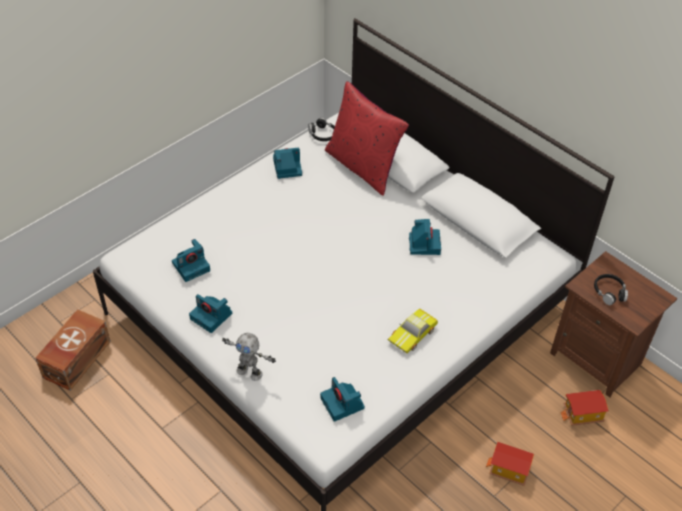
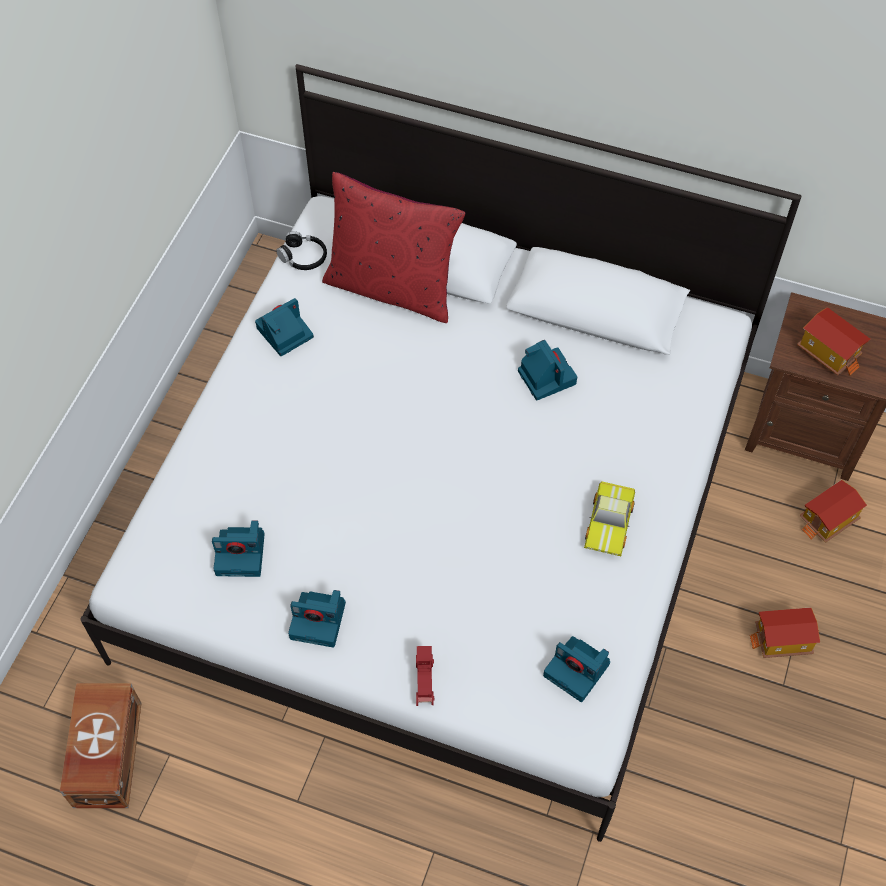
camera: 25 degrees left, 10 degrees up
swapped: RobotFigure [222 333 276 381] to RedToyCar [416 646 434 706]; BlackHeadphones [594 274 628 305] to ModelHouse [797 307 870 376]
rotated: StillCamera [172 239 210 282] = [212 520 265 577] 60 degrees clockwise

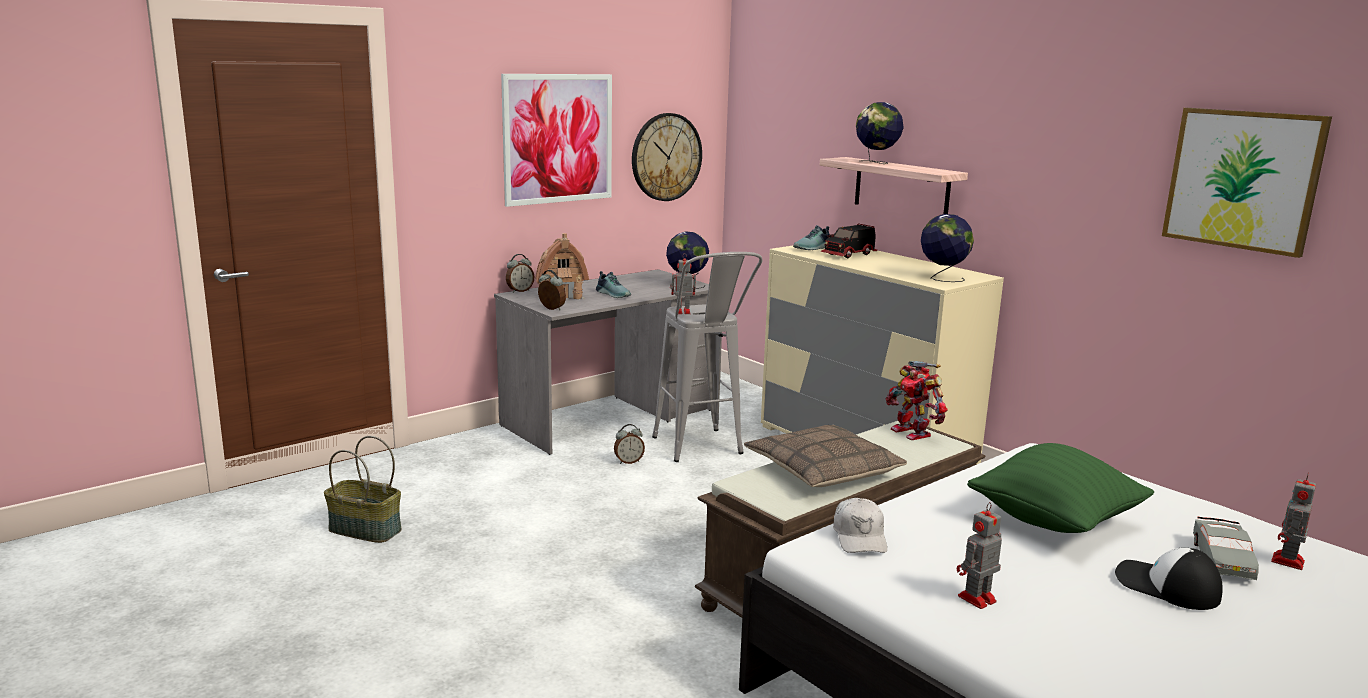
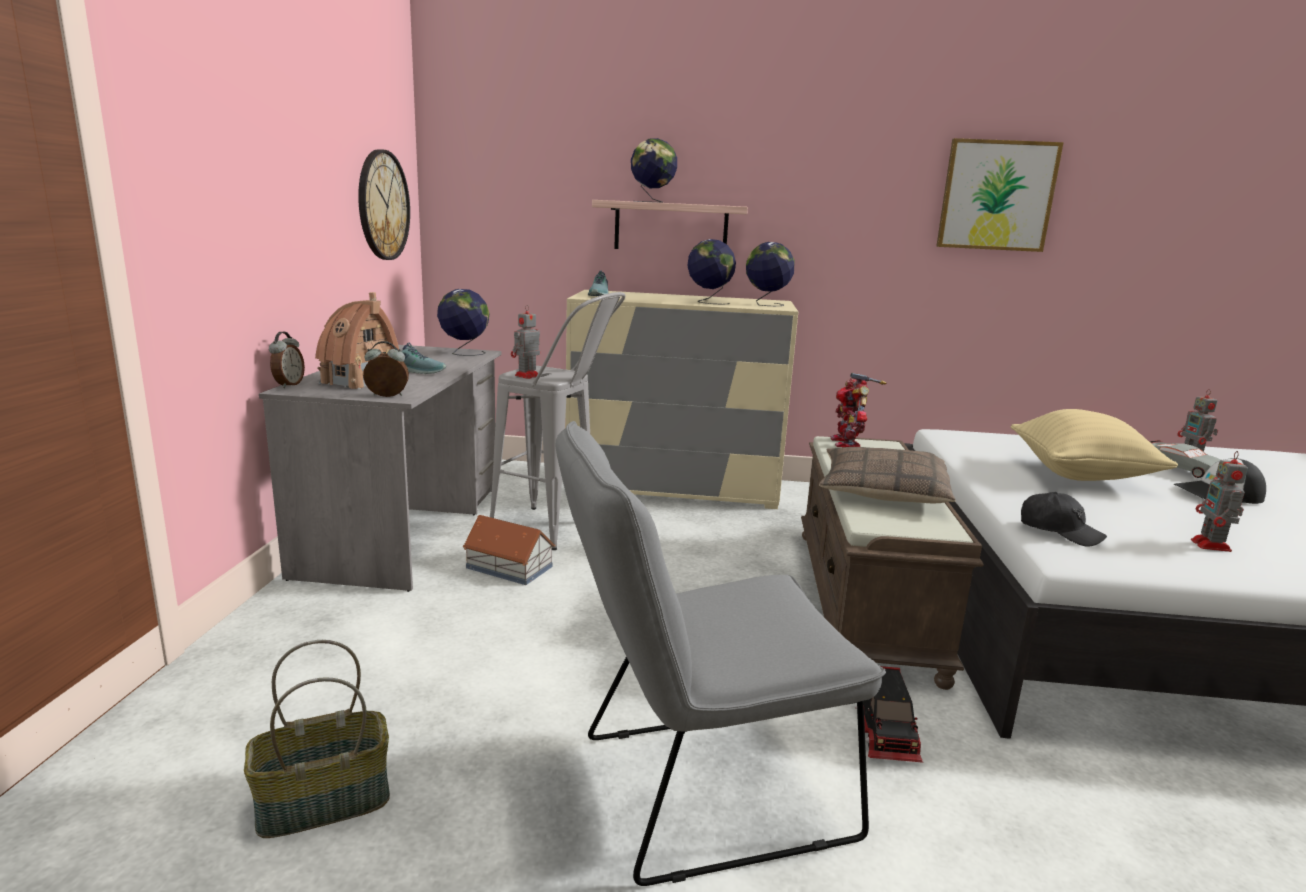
camera: 45 degrees left, 0 degrees up
gone: WallPicture [501 74 612 207]
new: GrayPlainChair [555 421 886 886]; Globe [687 239 736 305]
shifted: ToyTruck [820 224 877 258] to [855 666 923 763]
swapped: BedsideClock [614 424 645 464] to ModelHouse [463 515 556 585]
repainted: WhitePeakedCap [833 498 887 553] to BlackPeakedCap [1021 492 1107 547]; GreenThrowPillow [967 443 1154 533] to SandColouredThrowPillow [1011 409 1178 481]
rotated: RobotFigure [885 361 947 440] = [831 373 886 447] 75 degrees clockwise

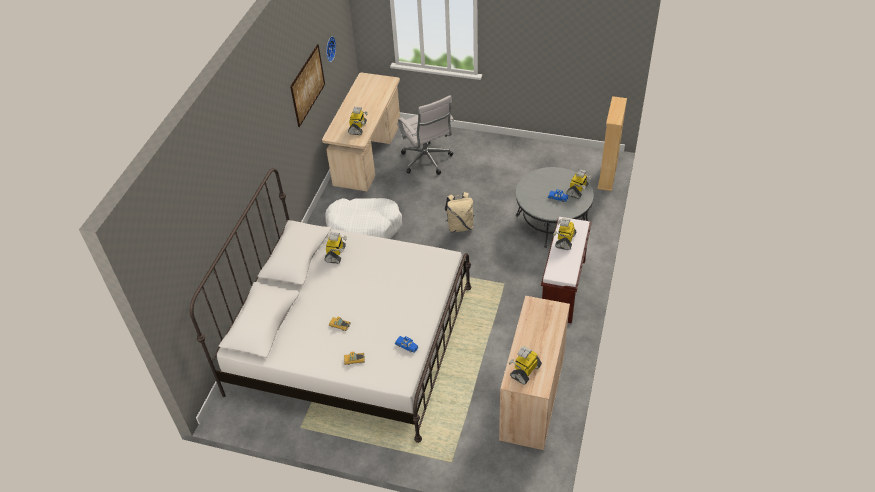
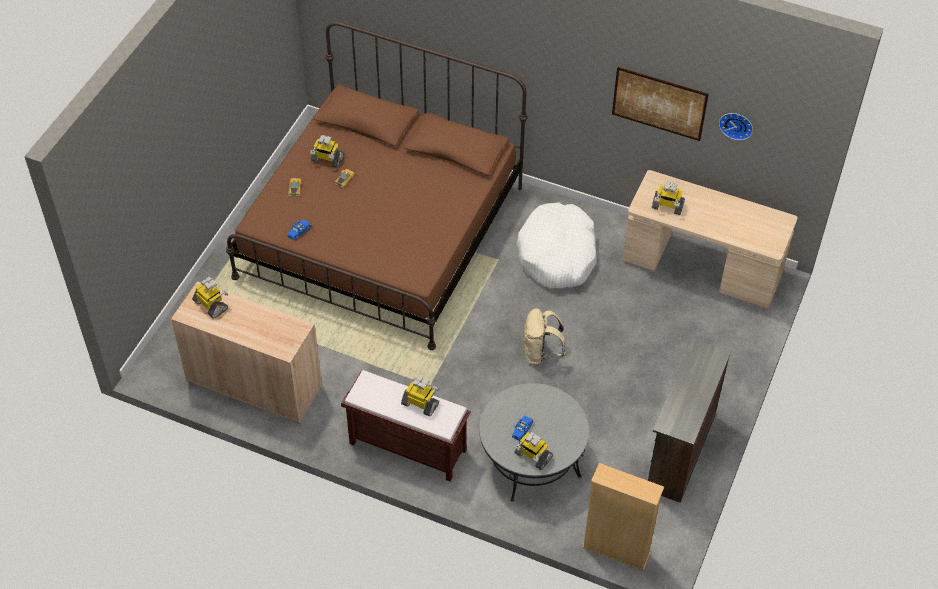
camera: 95 degrees right, 5 degrees up
gone: WhiteComputerChair [397 95 454 175]
new: BrownDresser [648 338 731 503]
shifted: RobotFigure [324 232 347 264] to [310 135 344 168]
repainted: WhiteBed [190 168 471 443] to BrownBed [226 22 528 350]

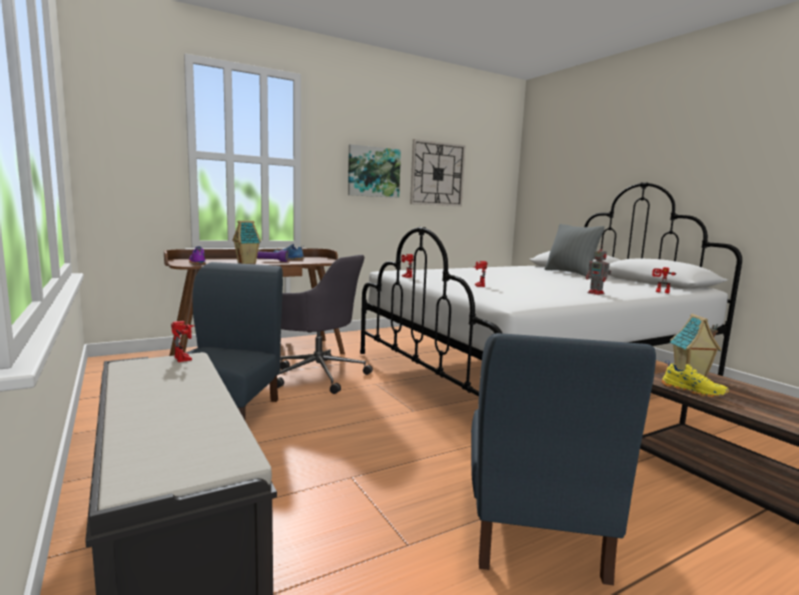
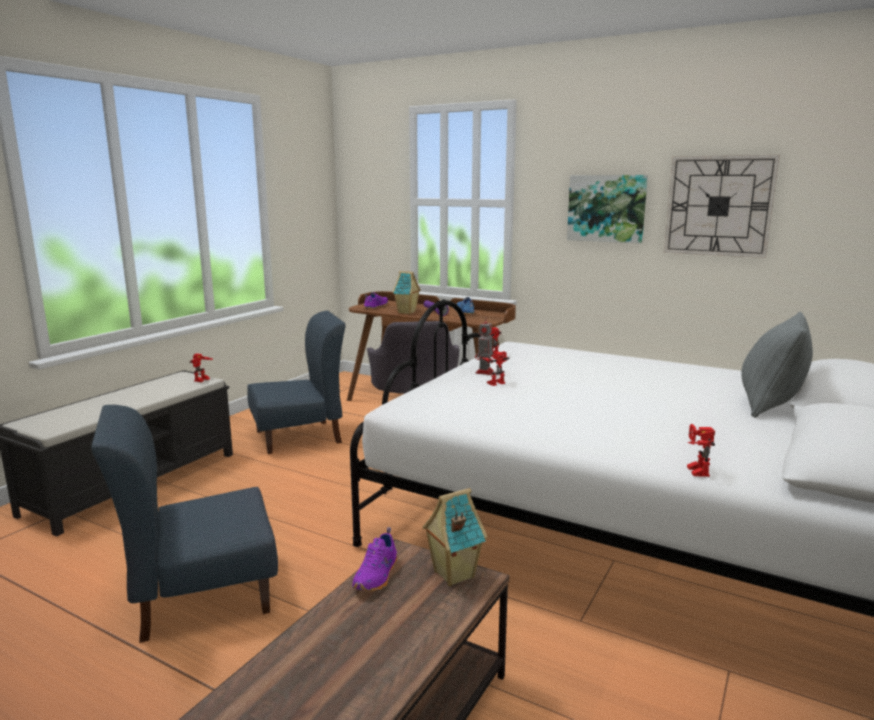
camera: 60 degrees right, 5 degrees up
shifted: RobotFigure [586 245 611 295] to [475 317 494 375]
repainted: YellowItemOfFootwear [661 361 729 398] to PurplishItemOfFootwear [352 527 397 591]

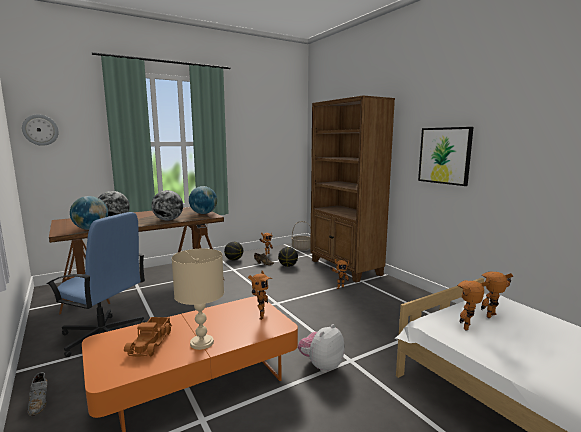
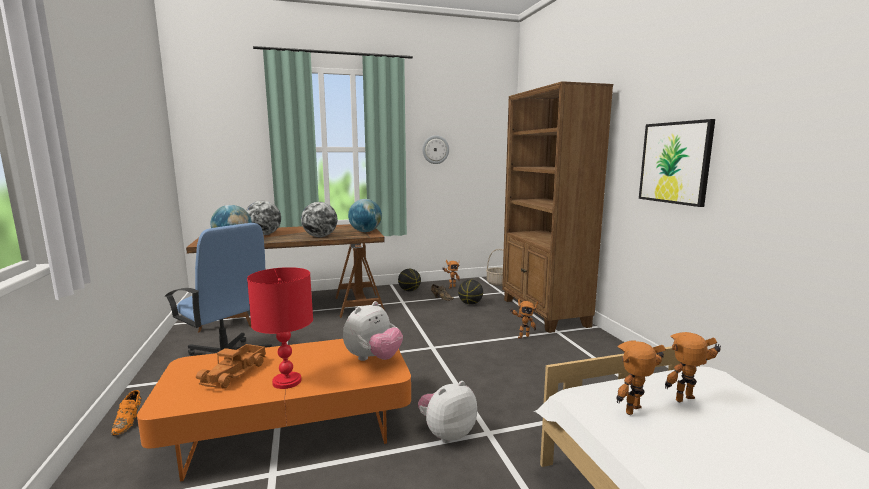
camera: 15 degrees right, 0 degrees up
shifted: ClockOnTheWall [22 114 59 146] to [422 135 449 164]
swapped: RobotFigure [248 270 272 320] to CuddlyToy [343 301 403 361]
repainted: GrayItemOfFootwear [27 372 47 416] to OrangeItemOfFootwear [112 390 142 436]; SandColouredTableLamp [172 249 224 350] to RedTableLamp [247 267 313 389]

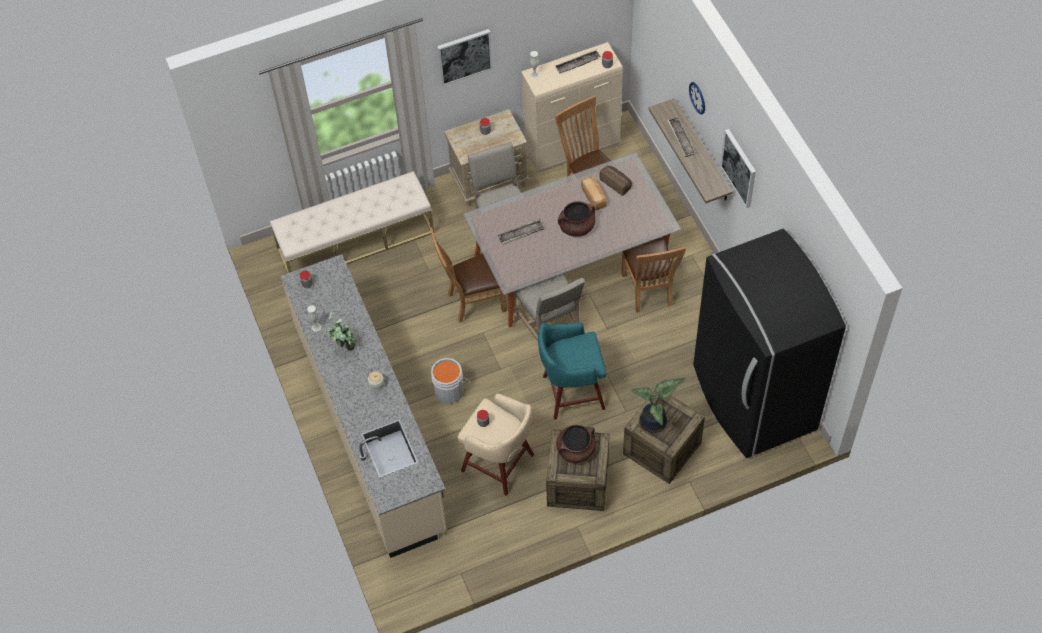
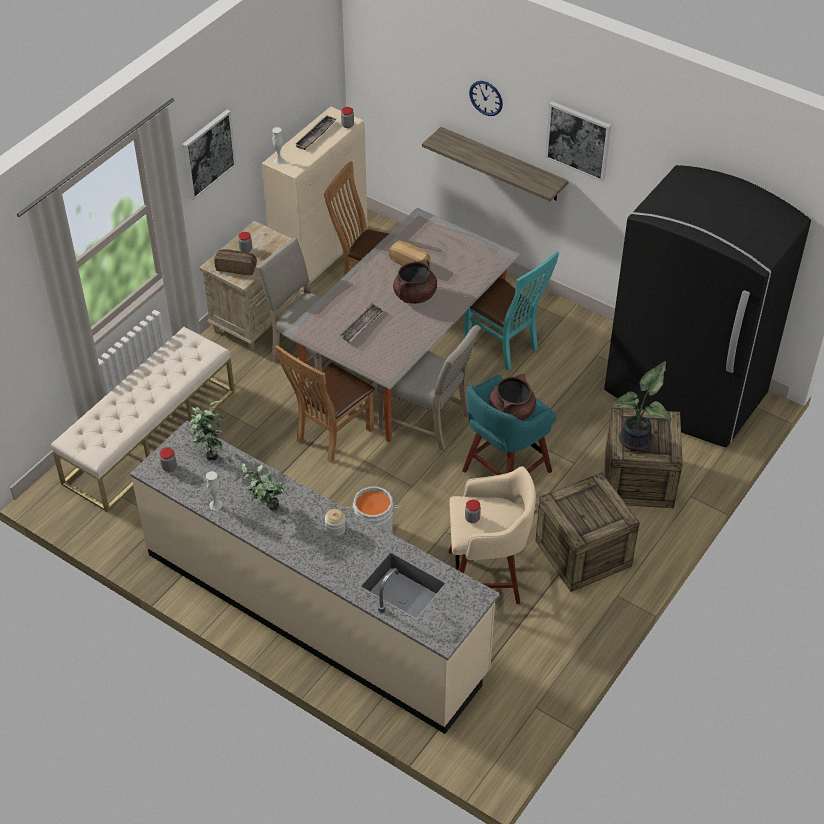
camera: 35 degrees left, 10 degrees down
gone: ServingTray [667 117 696 157]
new: PottedPlant [189 401 225 461]
shifted: BrownStockpot [556 425 596 463] to [489 374 536 421]; BakeryBread [599 166 632 196] to [214 249 257 275]
repainted: BrownPlainChair [621 238 686 313] to TurquoiseColouredPlainChair [464 251 559 370]

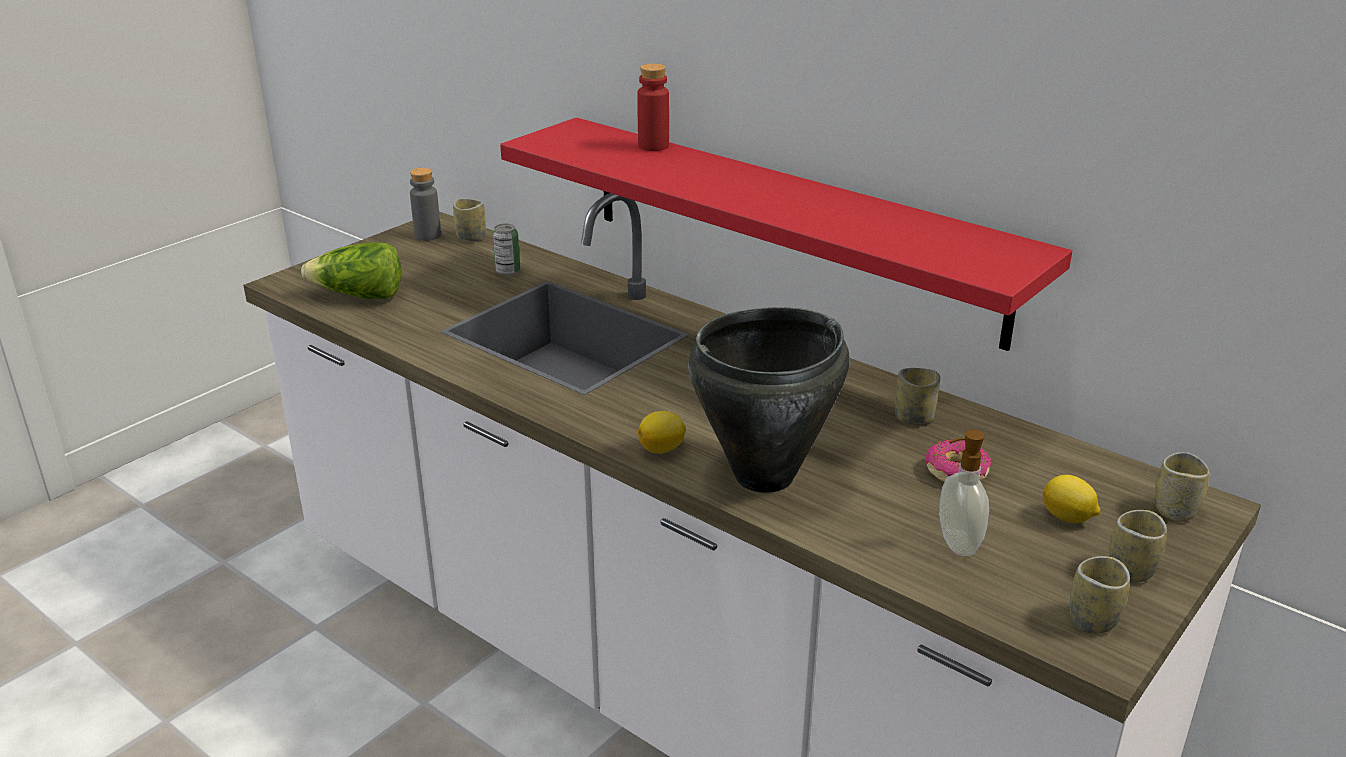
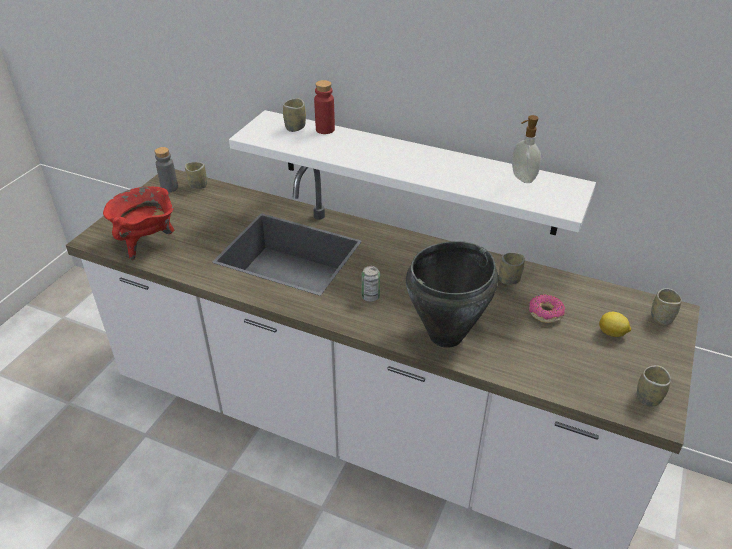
camera: 15 degrees left, 10 degrees up
gone: CitrusFruit [638 411 686 453]
shifted: MetalCan [492 224 520 275] to [362 266 380 302]; SoapDispenser [939 430 989 556] to [512 115 541 183]; DrinkingCup [1109 510 1167 583] to [283 98 306 132]
swapped: HeadOfLettuce [301 242 401 299] to RedStockpot [103 187 175 260]
repainted: RedWallShelf [500 118 1072 351] to WhiteWallShelf [229 110 596 235]

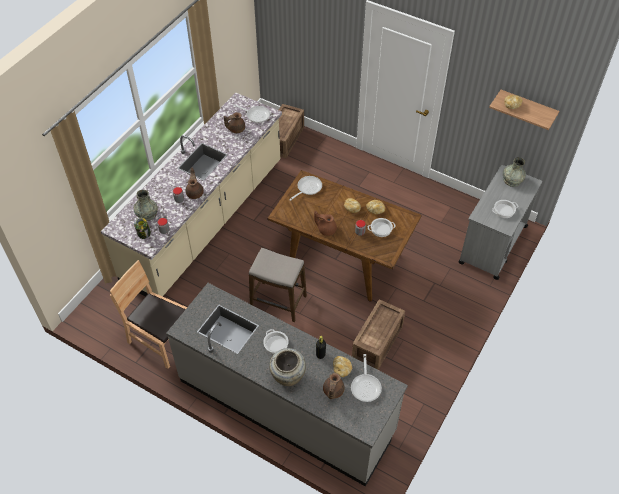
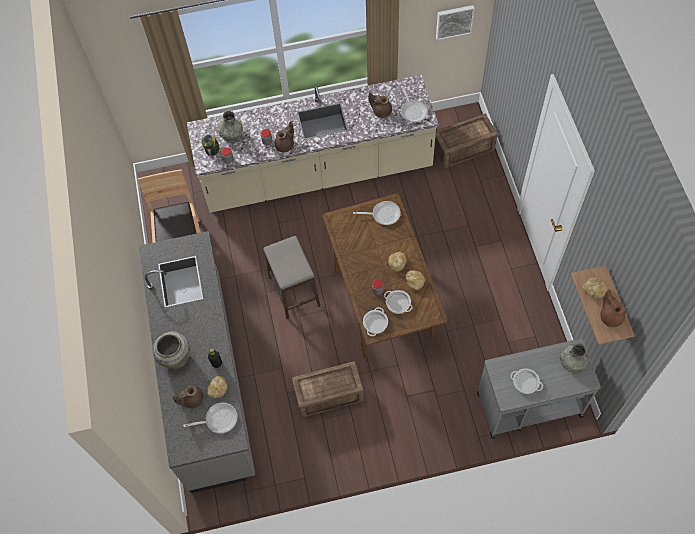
camera: 50 degrees right, 10 degrees up
new: WallPicture [436 5 475 41]
shifted: Stockpot [263 329 289 354] to [363 307 388 336]; BrownPotForTea [314 211 337 236] to [600 289 626 327]
rotated: Skillet [351 354 382 402] = [183 403 238 433] 150 degrees counterclockwise

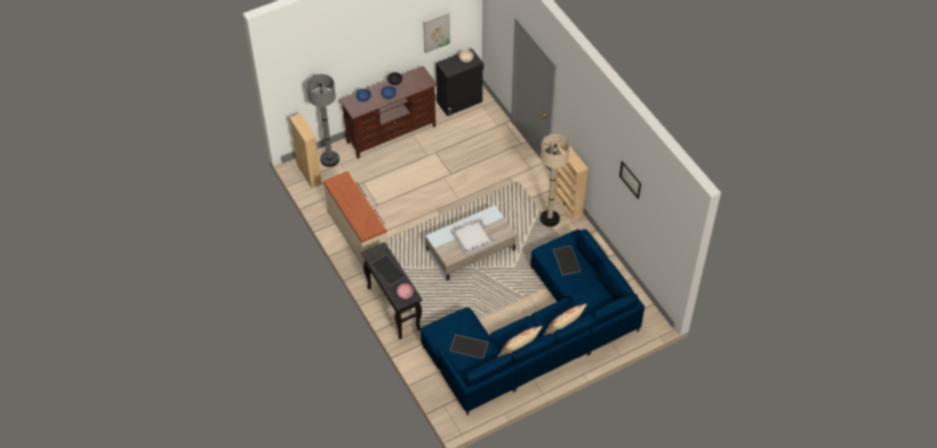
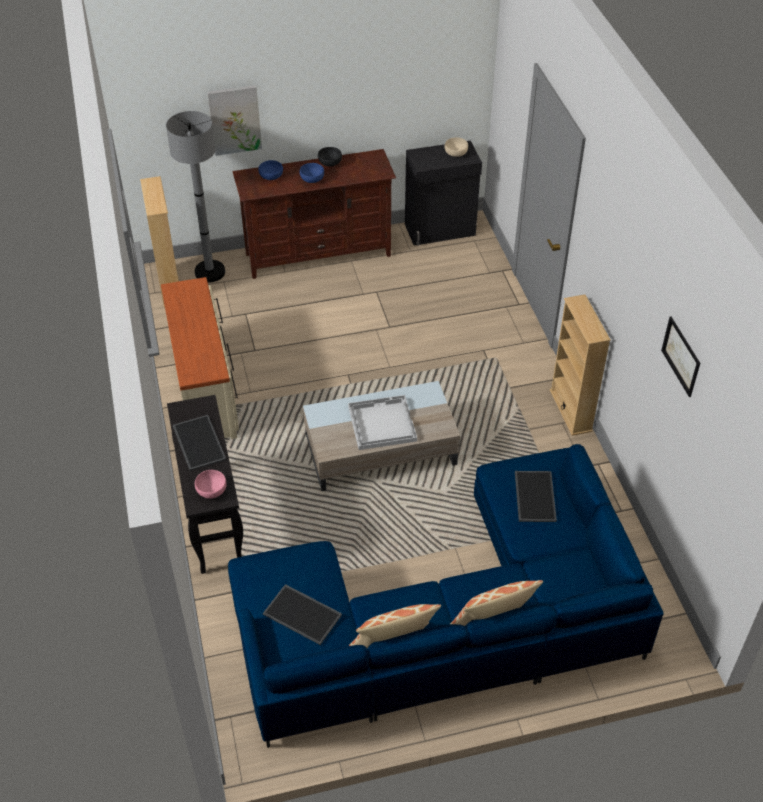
camera: 15 degrees right, 5 degrees down
gone: SandColouredFloorLamp [540 134 570 227]
shifted: WallPicture [423 11 450 53] to [207 85 262 156]

